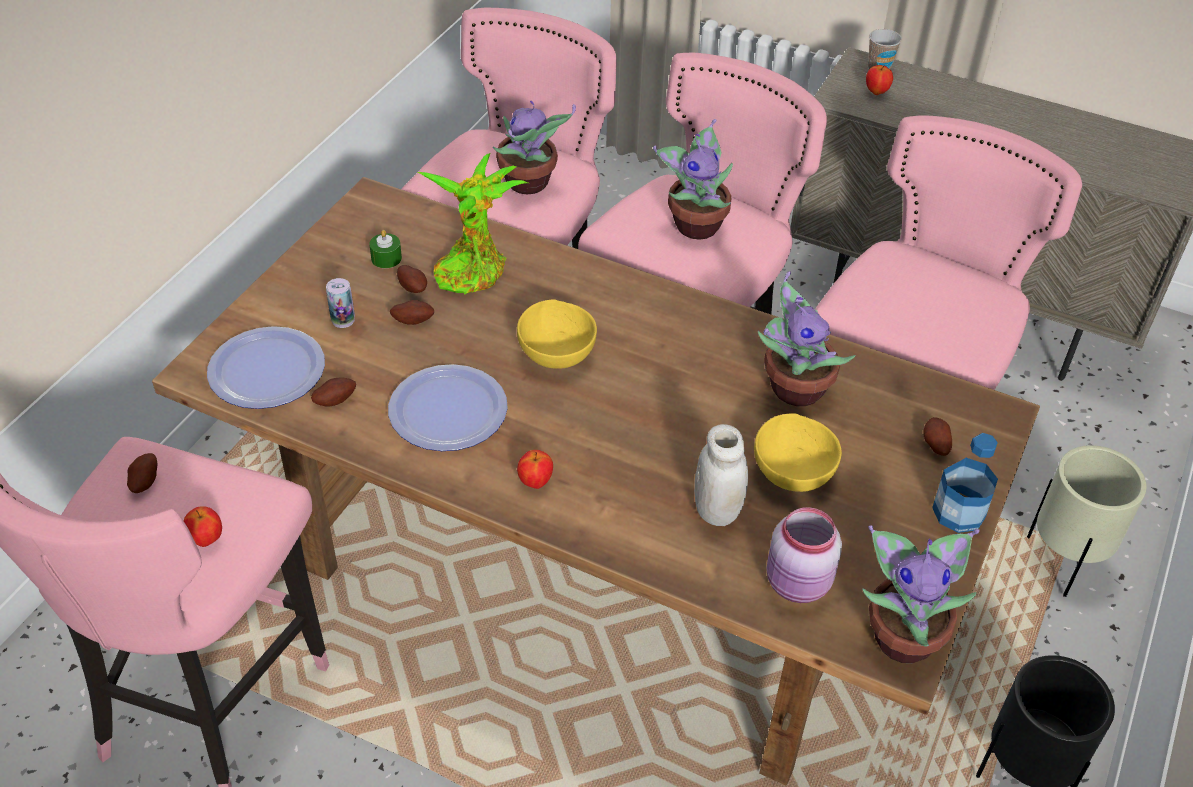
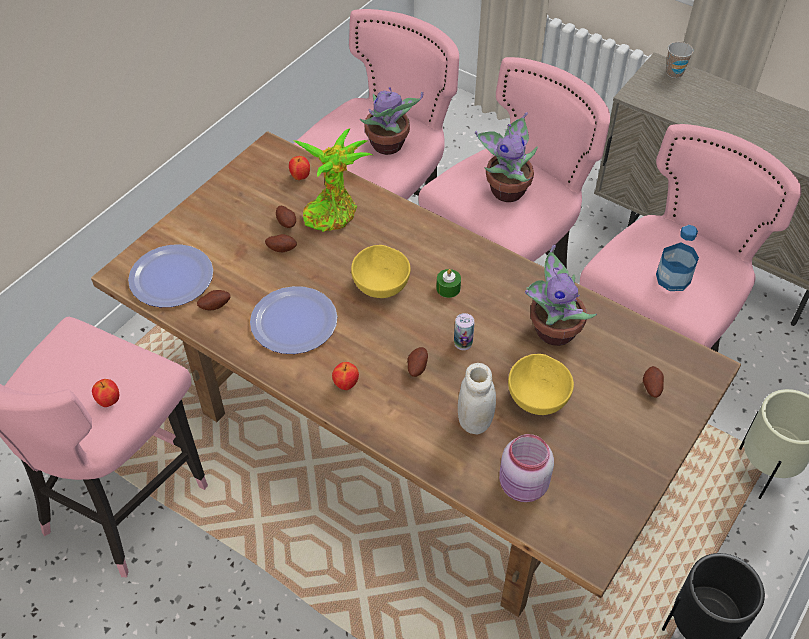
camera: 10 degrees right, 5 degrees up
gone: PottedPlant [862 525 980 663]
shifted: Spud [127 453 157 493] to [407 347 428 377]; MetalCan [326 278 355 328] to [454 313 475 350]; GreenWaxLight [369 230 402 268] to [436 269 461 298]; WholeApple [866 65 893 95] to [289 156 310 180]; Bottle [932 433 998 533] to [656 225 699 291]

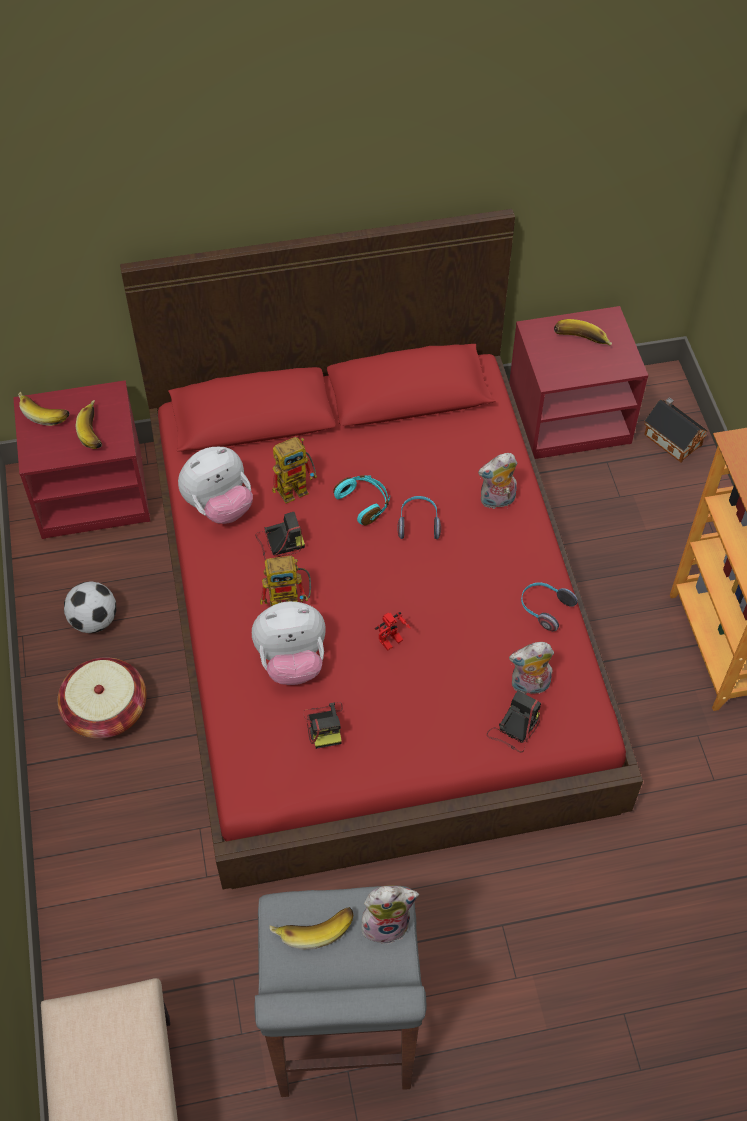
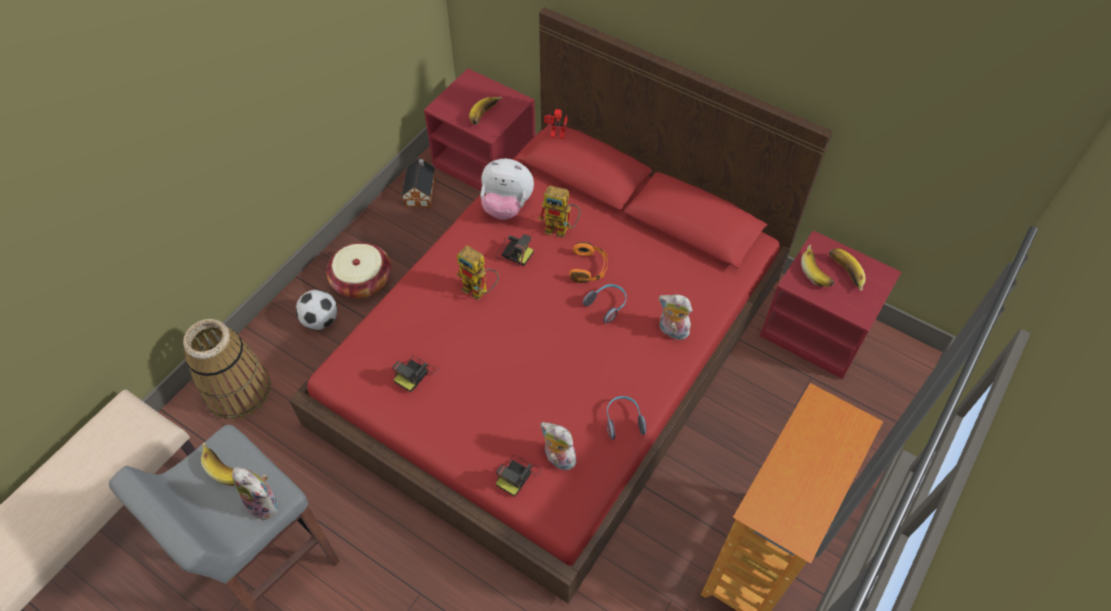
camera: 45 degrees right, 0 degrees up
gone: CuddlyToy [252 601 326 685]
new: StorageBasket [183 319 271 420]
shifted: Banana [18 391 70 426] to [801 245 834 287]; FootballBall [64 581 116 633] to [296 290 337 330]; RobotFigure [375 612 411 650] to [544 109 569 139]; ModelHouse [644 397 709 463] to [401 158 435 208]
repainted: TurquoiseColouredHeadphones [333 475 390 526] to OrangeHeadphones [569 242 608 283]
rotated: StillCamera [487 690 541 753] = [496 455 542 497] 135 degrees clockwise

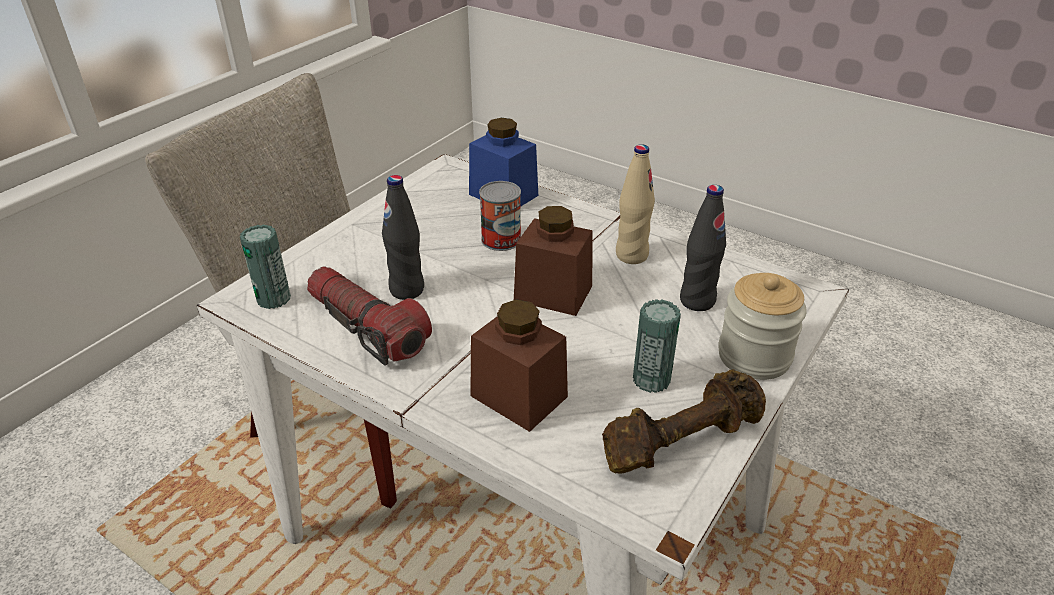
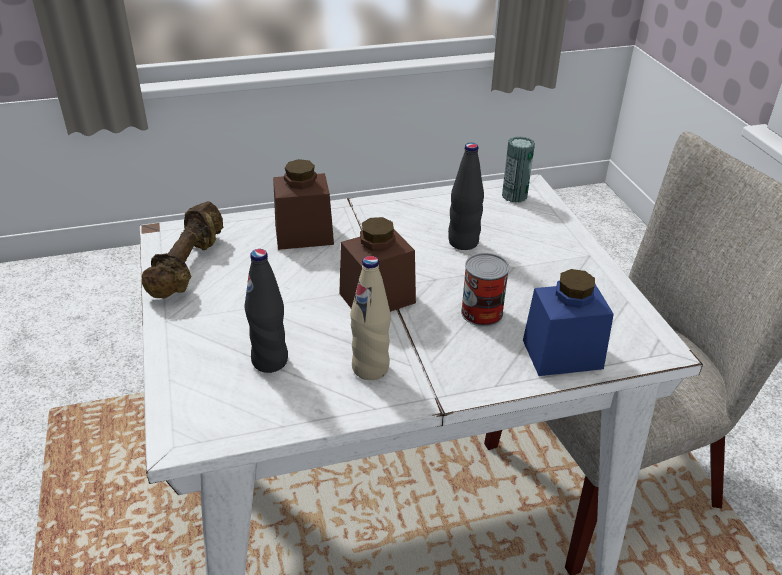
camera: 130 degrees right, 0 degrees up
gone: HandTorch [307 267 432 366]; MetalCan [633 299 681 393]; PreserveJar [718 273 807 380]

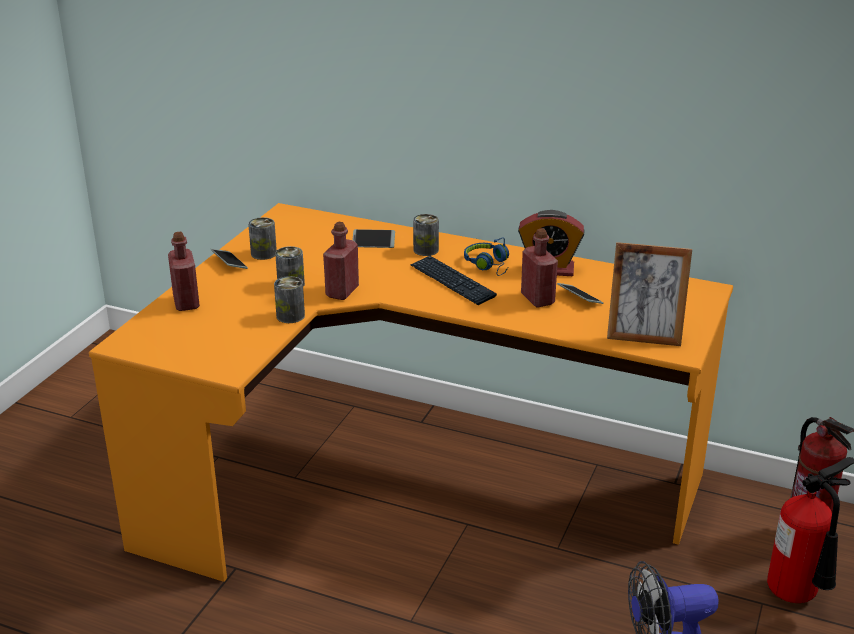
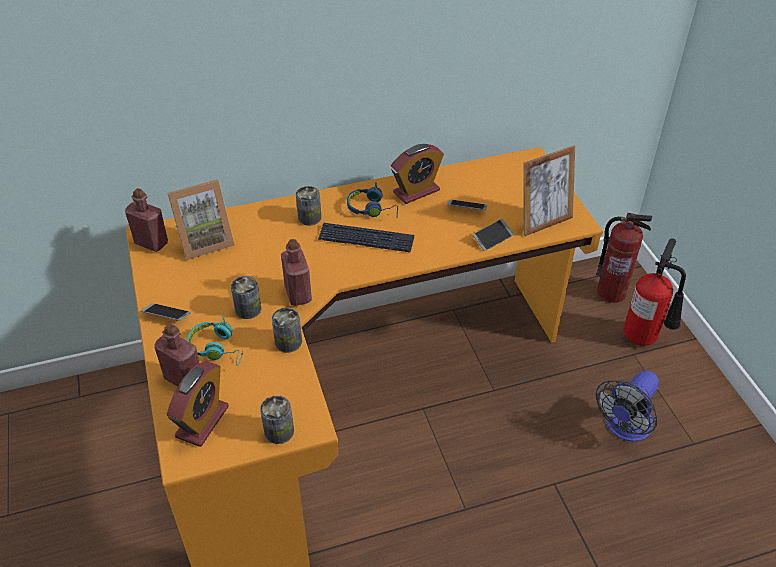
camera: 40 degrees left, 15 degrees up
new: StandingFrame [167 179 235 260]; BedsideClock [167 361 229 447]; TurquoiseColouredHeadphones [186 318 243 366]
shifted: MetalCan [248 217 277 260] to [260 395 294 444]; Telephone [352 229 395 248] to [473 219 514 251]; RedBottle [521 228 558 307] to [125 188 168 252]

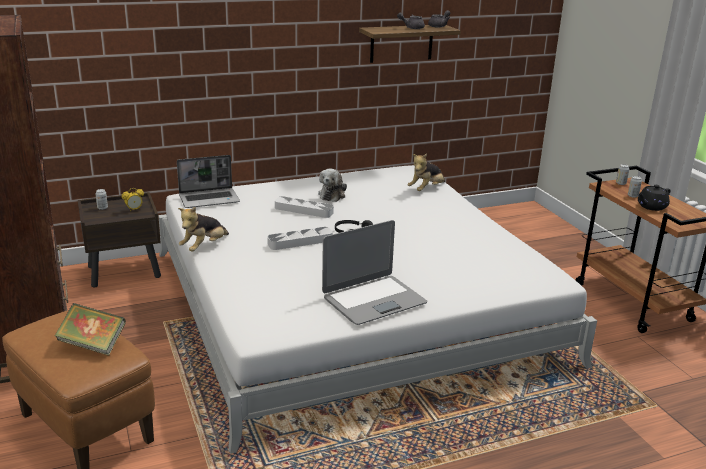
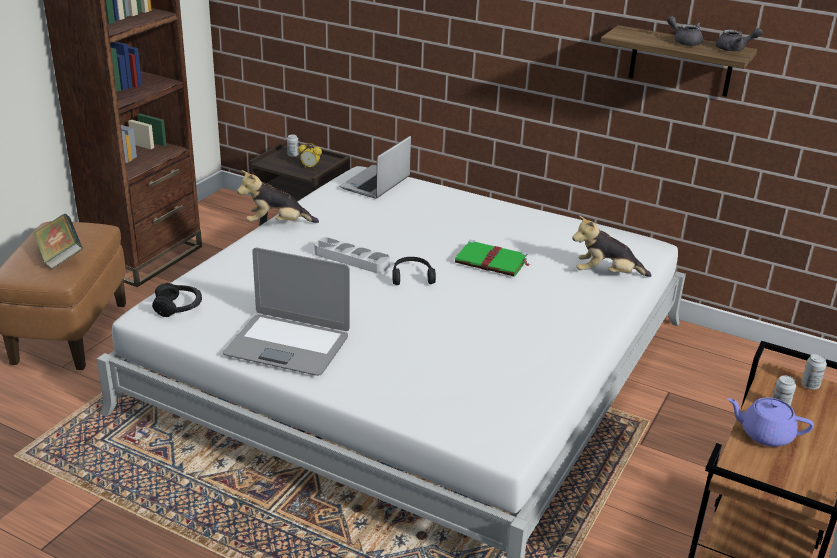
camera: 50 degrees right, 5 degrees up
gone: GrayServingTray [275 196 334 218]; CuddlyToy [318 169 347 202]
new: BlackHeadphones [152 283 202 317]; GreenBoundBook [455 240 529 276]
repainted: BlackPotForTea [638 185 671 211] to PurplishPotForTea [727 398 814 447]
rotated: PortableComputer [177 155 240 208] = [340 136 411 199] 90 degrees clockwise

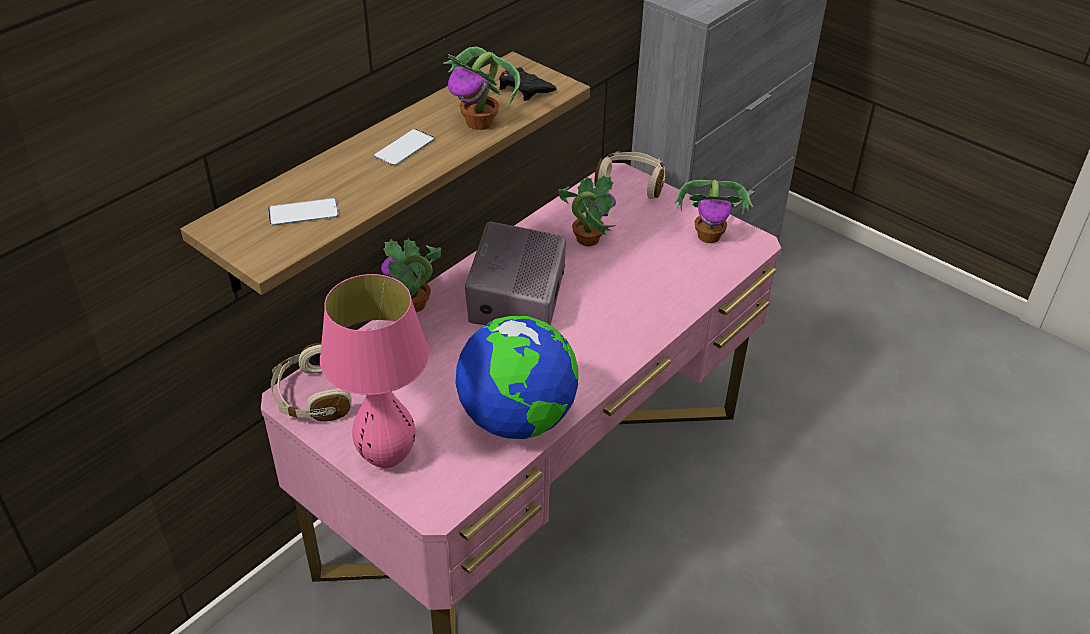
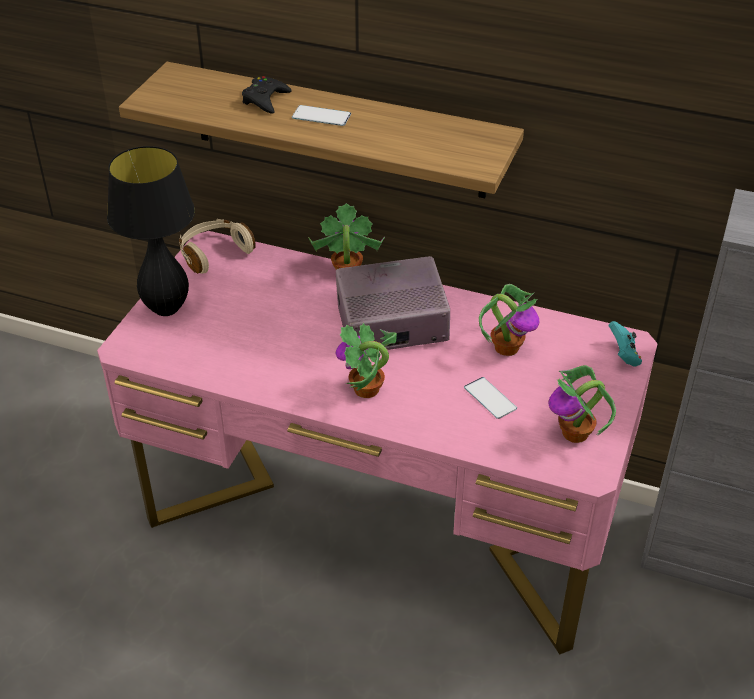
camera: 70 degrees right, 0 degrees up
gone: Globe [455 316 578 439]
shifted: Telephone [268 198 339 225] to [464 377 517 419]; PottedPlant [443 47 520 130] to [336 323 397 398]; BlackGamepad [499 67 557 101] to [242 76 292 114]
swapped: SandColouredHeadphones [594 151 665 199] to TurquoiseColouredGamepad [608 321 642 367]
repainted: PinkColouredTableLamp [320 274 429 468] to BlackTableLamp [107 146 195 316]

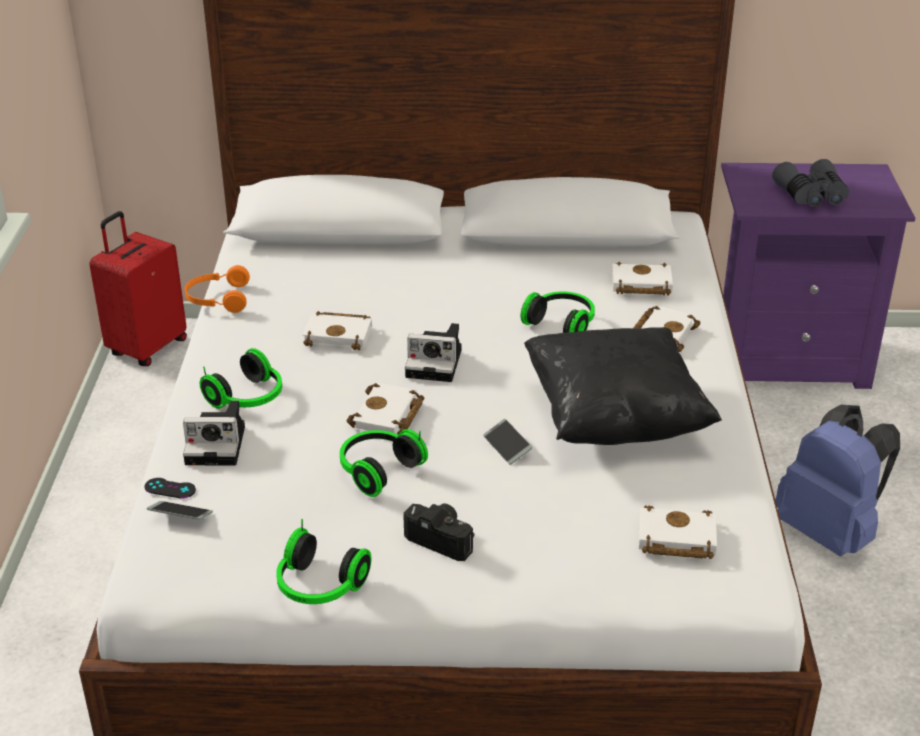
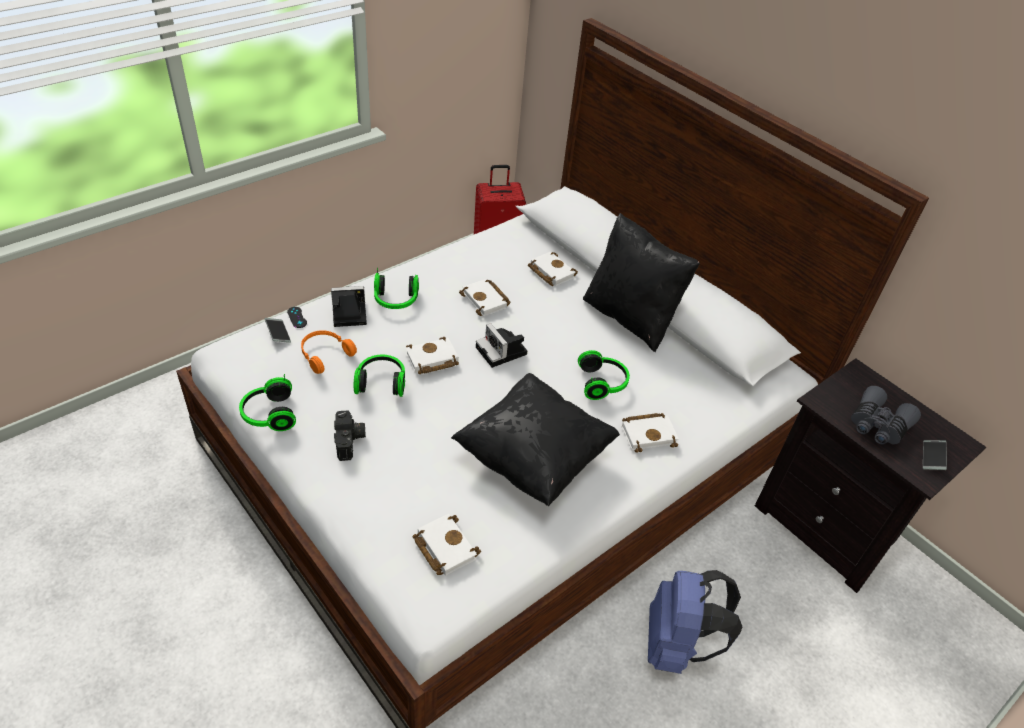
camera: 45 degrees right, 10 degrees up
new: BlackThrowPillow [583 213 700 352]
shifted: OrangeHeadphones [185 265 250 313] to [301 330 357 374]; Telephone [483 419 532 465] to [923 440 947 470]; WhiteBoundBook [612 262 673 295] to [528 251 578 286]
repainted: PurplishBedsideTable [721 163 915 389] to BlackBedsideTable [755 358 986 593]
rotated: StillCamera [183 401 245 465] = [331 286 367 327] 120 degrees clockwise

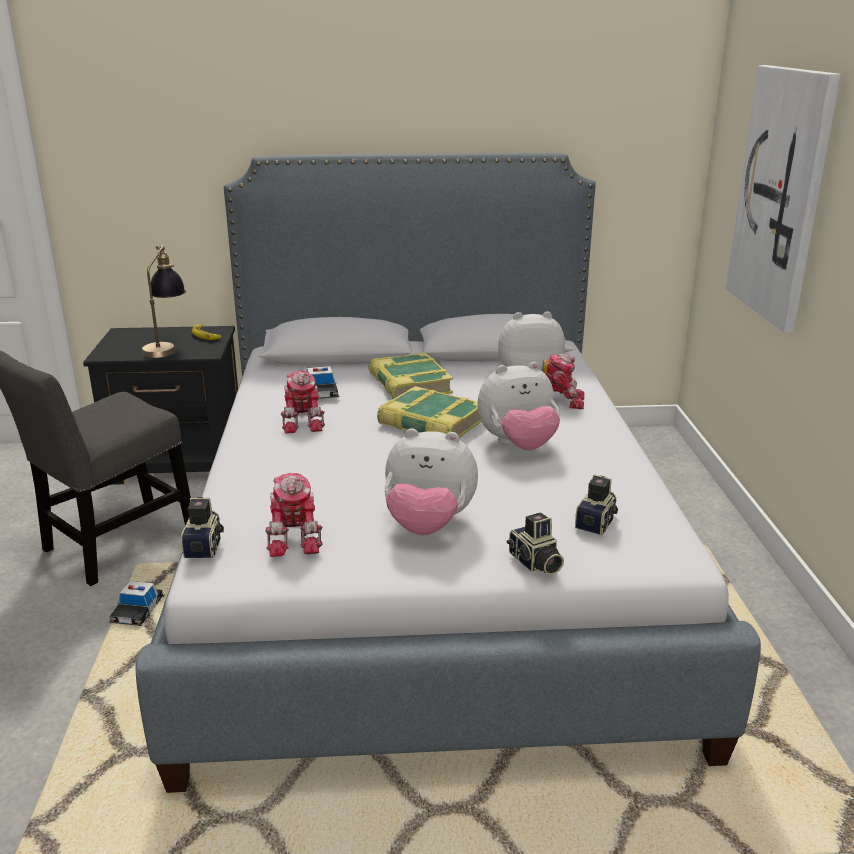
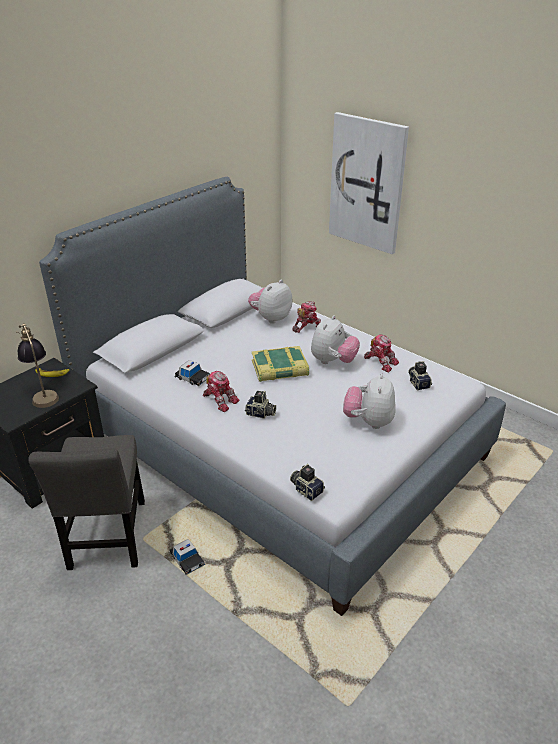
camera: 45 degrees left, 10 degrees up
gone: BoundBook [368 353 453 399]
shifted: RobotFigure [265 473 323 557] to [364 335 399 372]; StillCamera [507 513 564 575] to [245 391 276 419]
rotated: CuddlyToy [384 428 478 535] = [343 374 396 429] 135 degrees clockwise

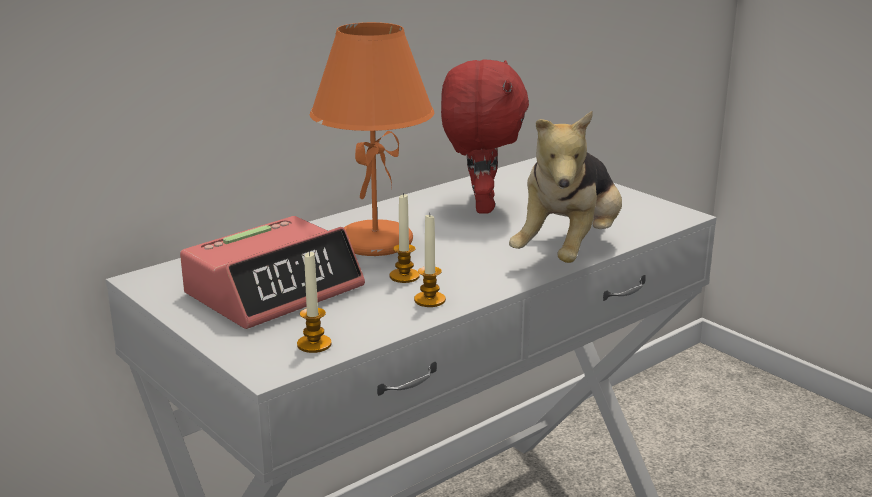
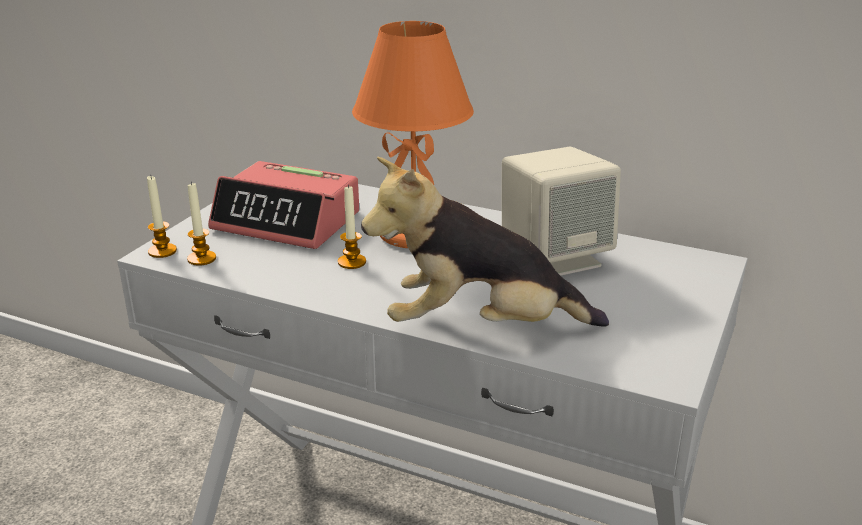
camera: 65 degrees right, 5 degrees up
shifted: WaxLight [414 213 446 307] to [147 176 177 258]
swapped: RedCuddlyToy [441 59 529 213] to SandColouredLoudspeaker [502 147 621 276]

